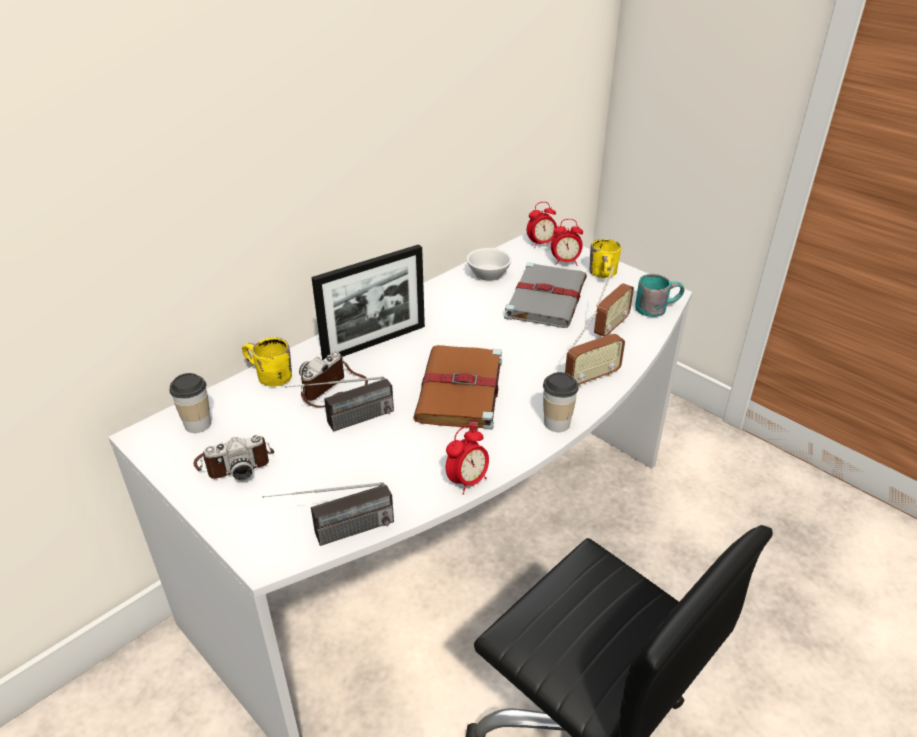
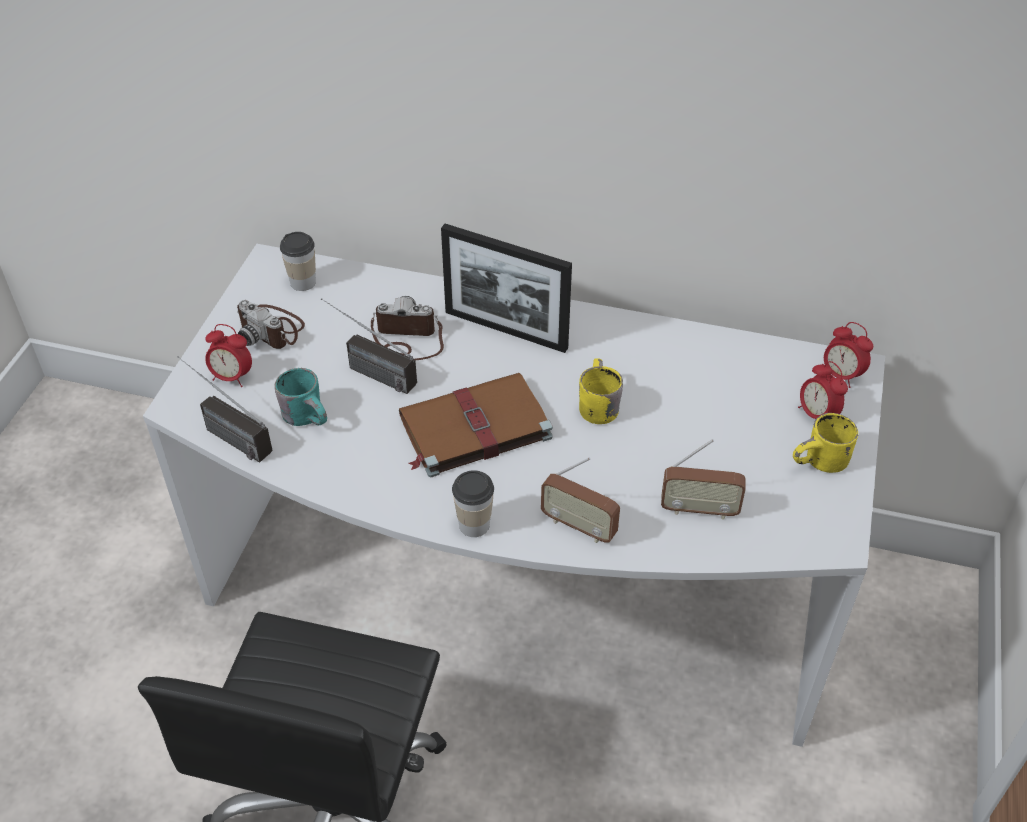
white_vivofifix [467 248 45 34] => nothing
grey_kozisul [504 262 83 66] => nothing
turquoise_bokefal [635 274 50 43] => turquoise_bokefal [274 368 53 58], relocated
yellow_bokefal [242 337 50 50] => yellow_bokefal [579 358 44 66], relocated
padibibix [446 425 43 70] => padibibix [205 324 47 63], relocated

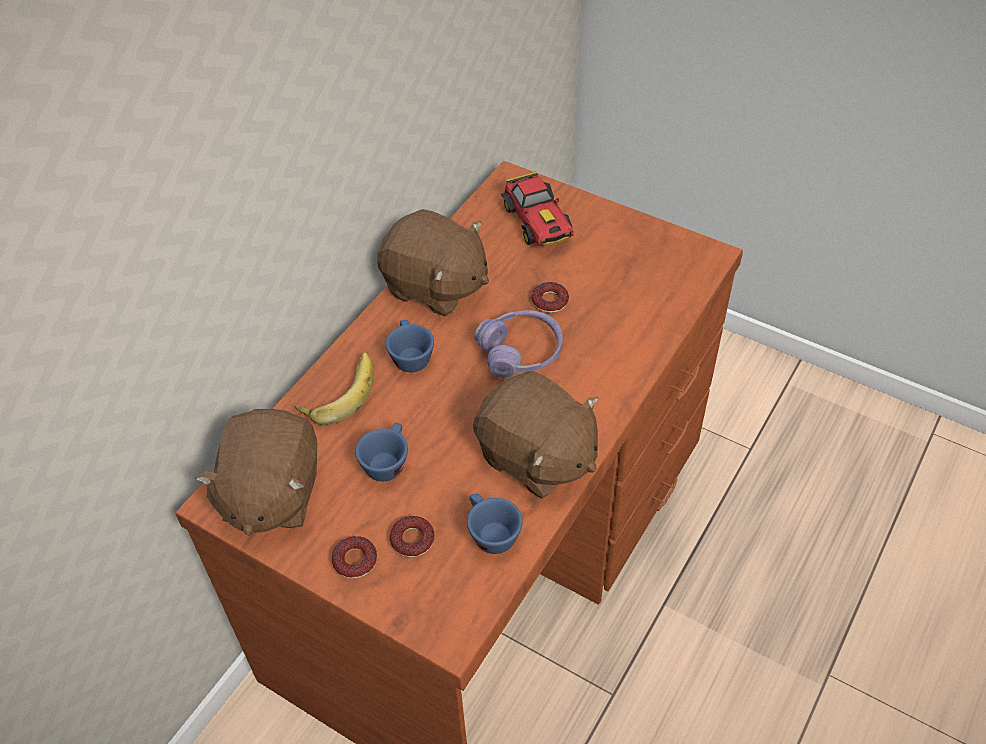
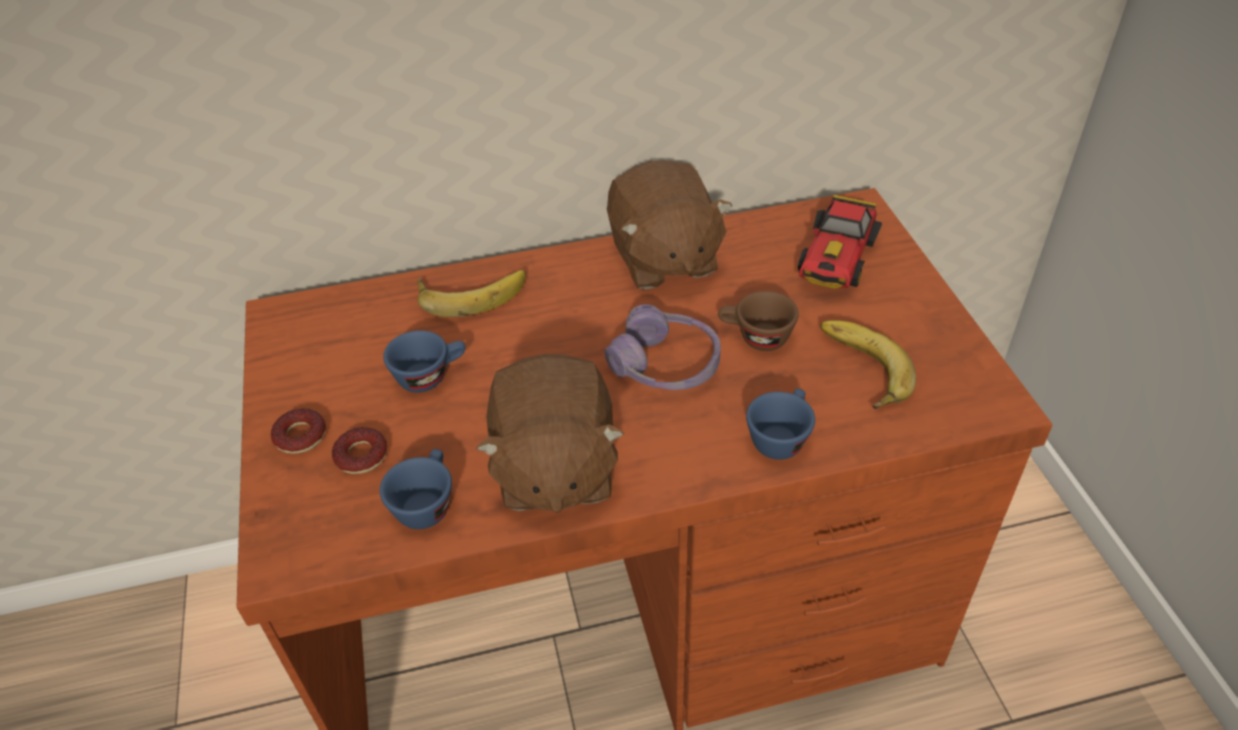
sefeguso [531 282 38 31] => brown_vivofifix [718 291 81 60]
blue_vivofifix [386 320 48 52] => blue_vivofifix [746 388 69 72], relocated
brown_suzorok [195 408 122 128] => nothing
nothing => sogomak [820 320 96 89]

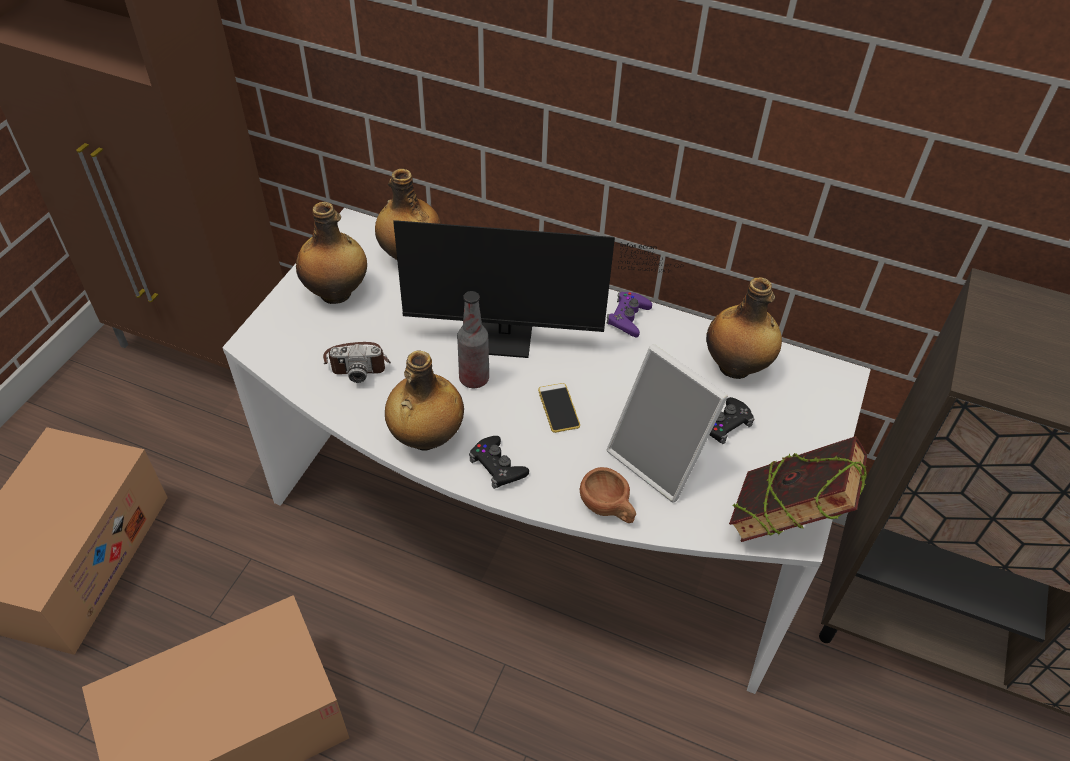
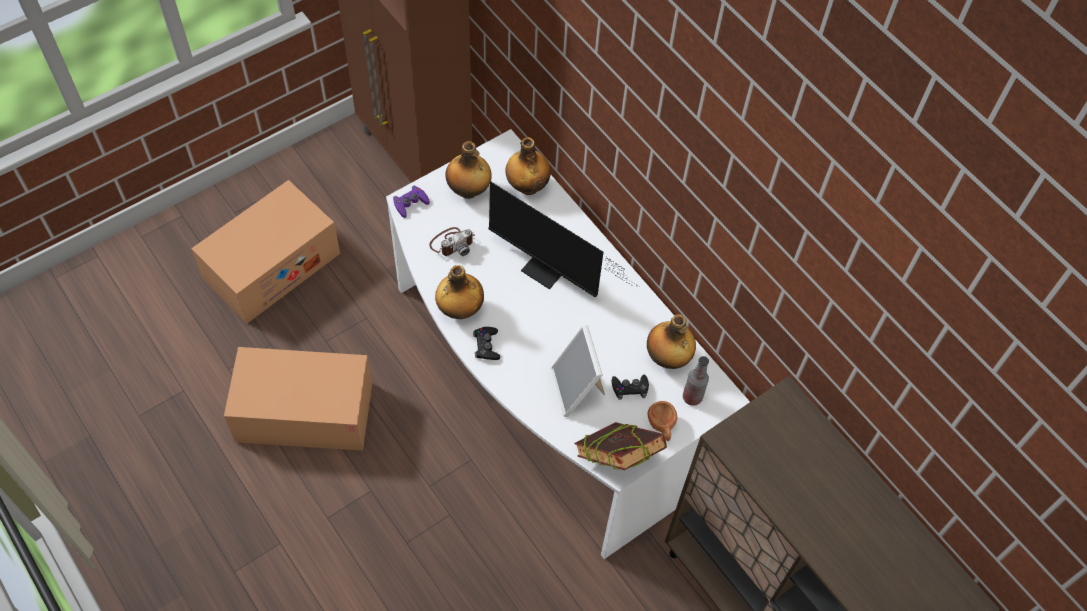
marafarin [457 291 32 97] => marafarin [683 356 26 50], relocated
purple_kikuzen [606 292 46 45] => purple_kikuzen [393 186 37 32], relocated
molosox [323 342 68 41] => molosox [429 227 46 29], 60 degrees counterclockwise
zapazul [538 383 42 50] => nothing
brown_vivofifix [580 467 56 56] => brown_vivofifix [648 401 29 40], relocated

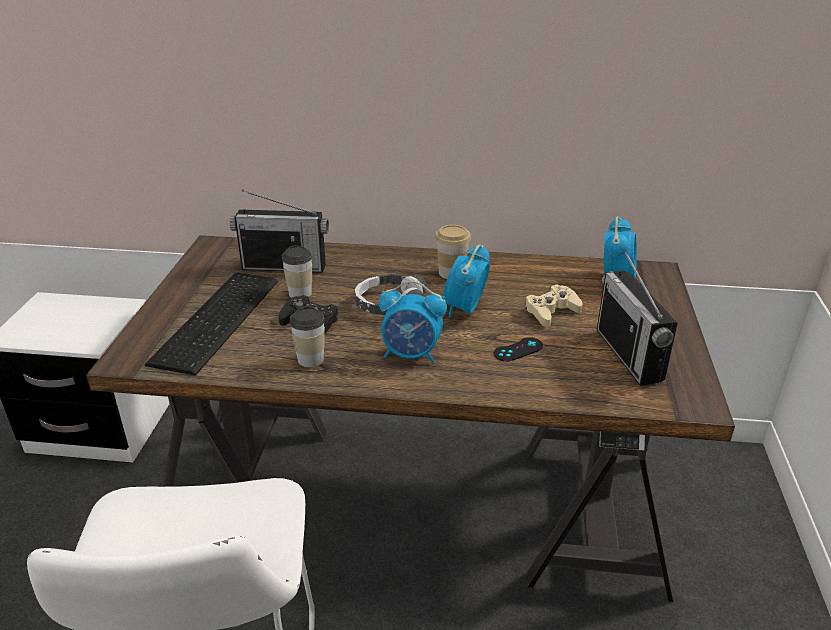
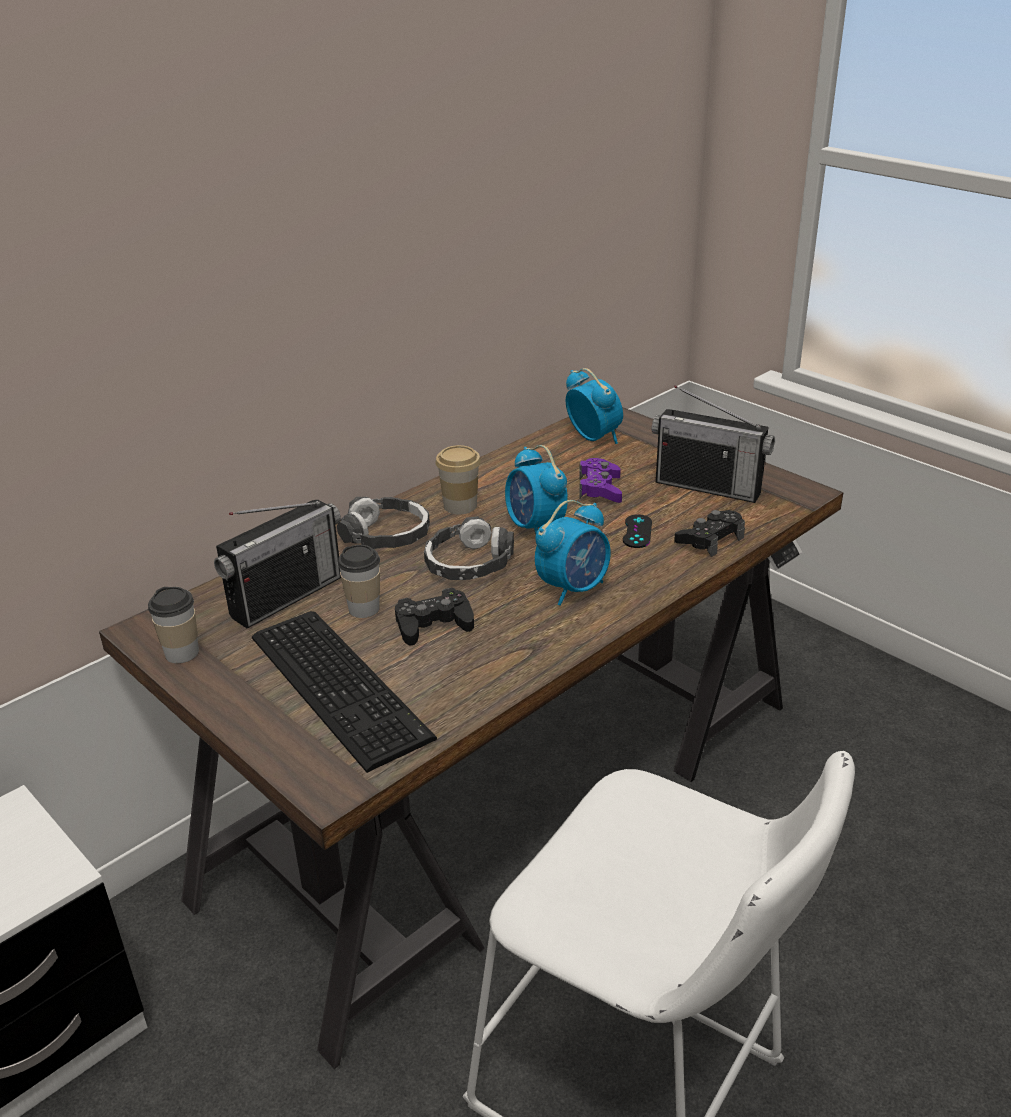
beige_kikuzen [524 285 58 42] => purple_kikuzen [579 458 43 45]
vivofifix [290 306 35 62] => vivofifix [148 587 51 76], relocated
nothing => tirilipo [337 497 93 52]
nothing => black_kikuzen [674 510 71 47]

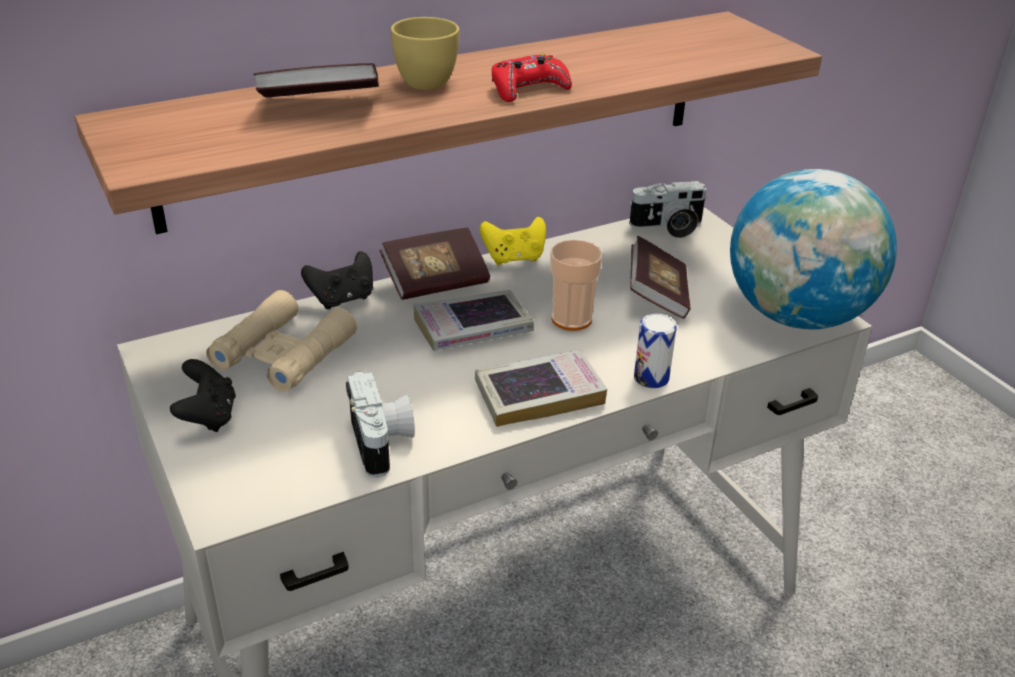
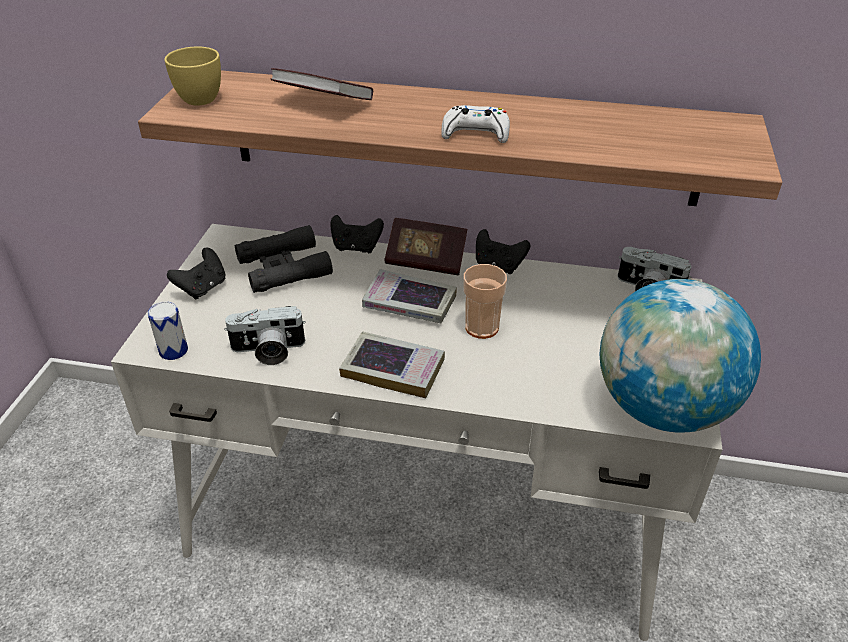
yellow_vivofifix [391 17 68 73] => yellow_vivofifix [164 47 57 59], relocated
red_kikuzen [492 54 80 48] => white_kikuzen [441 105 69 38]
yellow_kikuzen [480 217 66 48] => black_kikuzen [476 229 54 45]
kozisul [630 236 61 83] => nothing
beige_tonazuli [206 290 151 102] => black_tonazuli [235 225 98 68]
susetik [634 313 43 76] => susetik [147 302 41 58], relocated
molosox [346 372 69 106] => molosox [224 306 82 59], 60 degrees clockwise

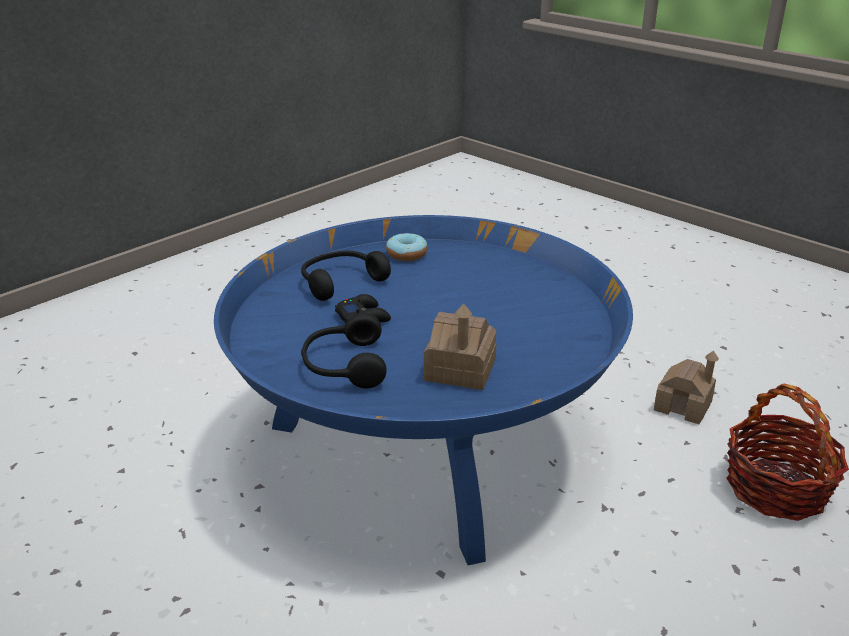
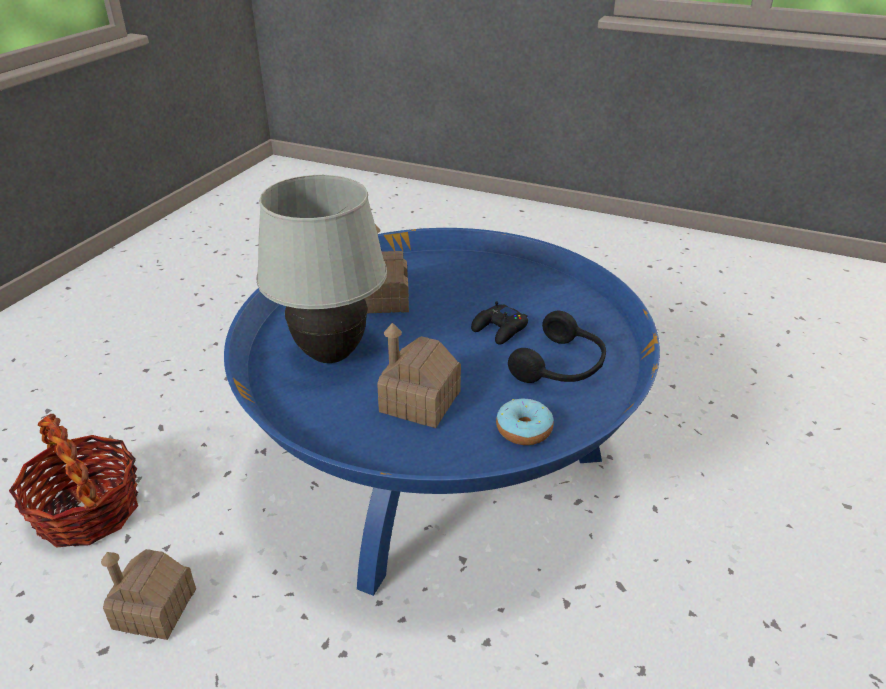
black_tirilipo [301 313 86 75] => nothing
nothing => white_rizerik [256 175 131 188]
nothing => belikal [377 323 84 105]

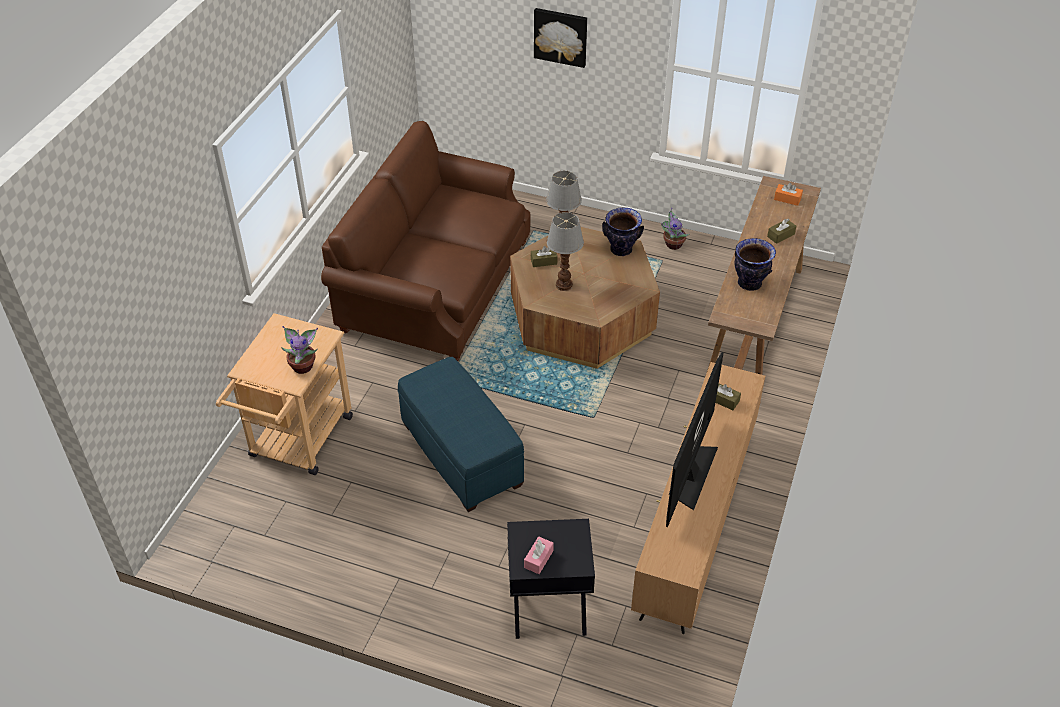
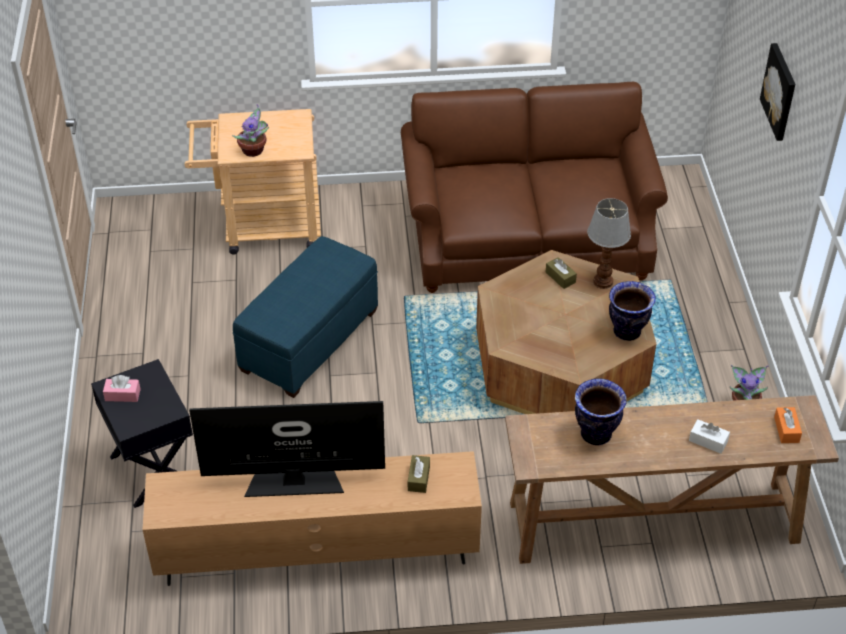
rizerik [547 212 37 79] => nothing
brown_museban [767 218 29 26] => white_museban [689 419 41 35]

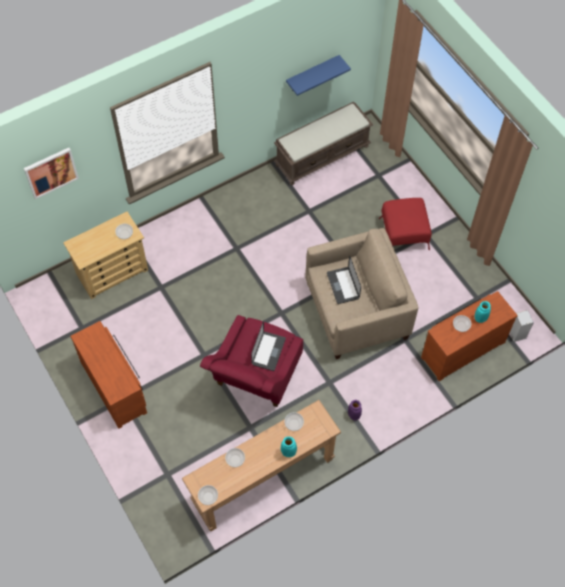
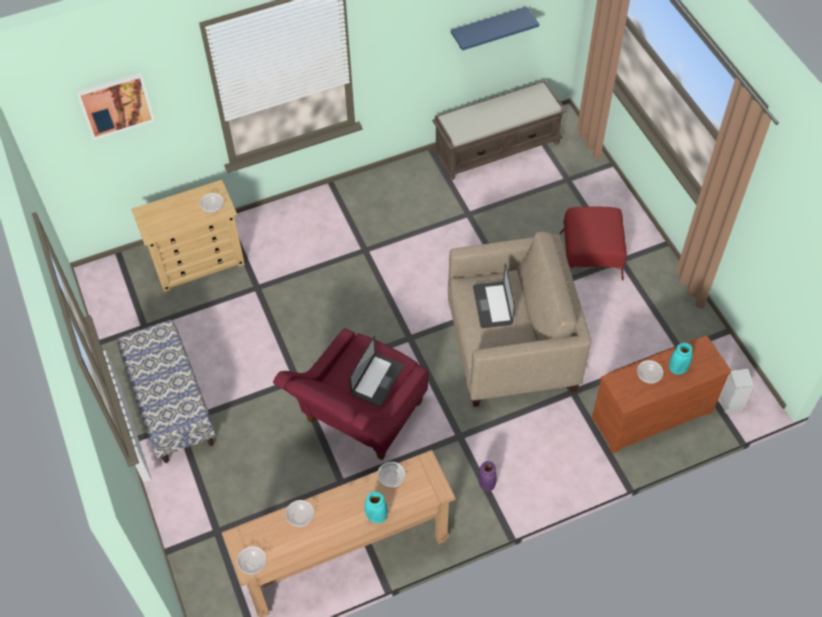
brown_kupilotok [70 321 77 108] => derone [117 320 99 143]

